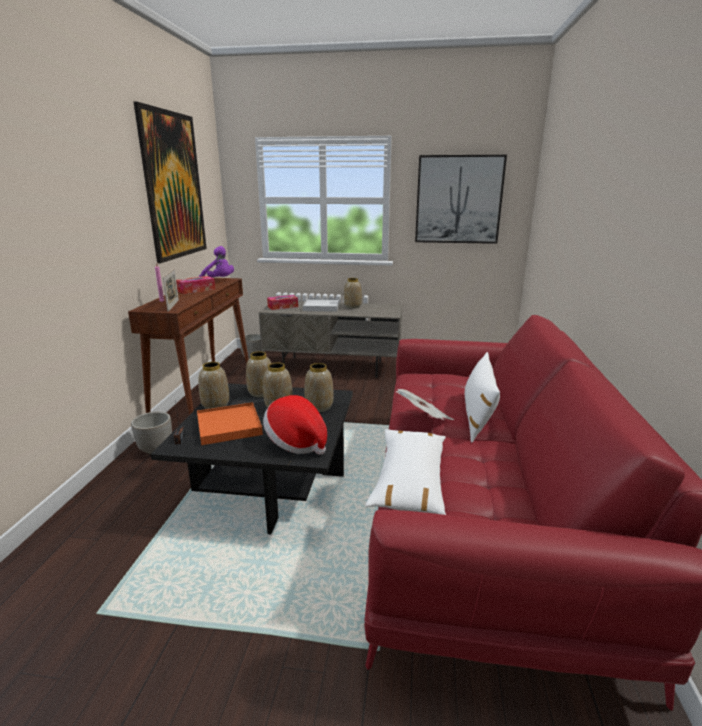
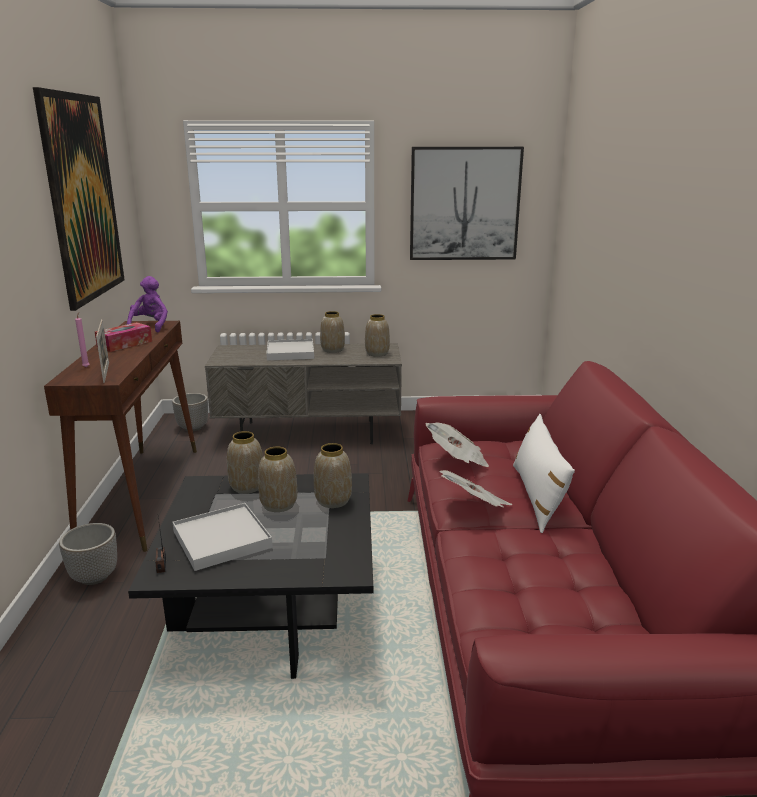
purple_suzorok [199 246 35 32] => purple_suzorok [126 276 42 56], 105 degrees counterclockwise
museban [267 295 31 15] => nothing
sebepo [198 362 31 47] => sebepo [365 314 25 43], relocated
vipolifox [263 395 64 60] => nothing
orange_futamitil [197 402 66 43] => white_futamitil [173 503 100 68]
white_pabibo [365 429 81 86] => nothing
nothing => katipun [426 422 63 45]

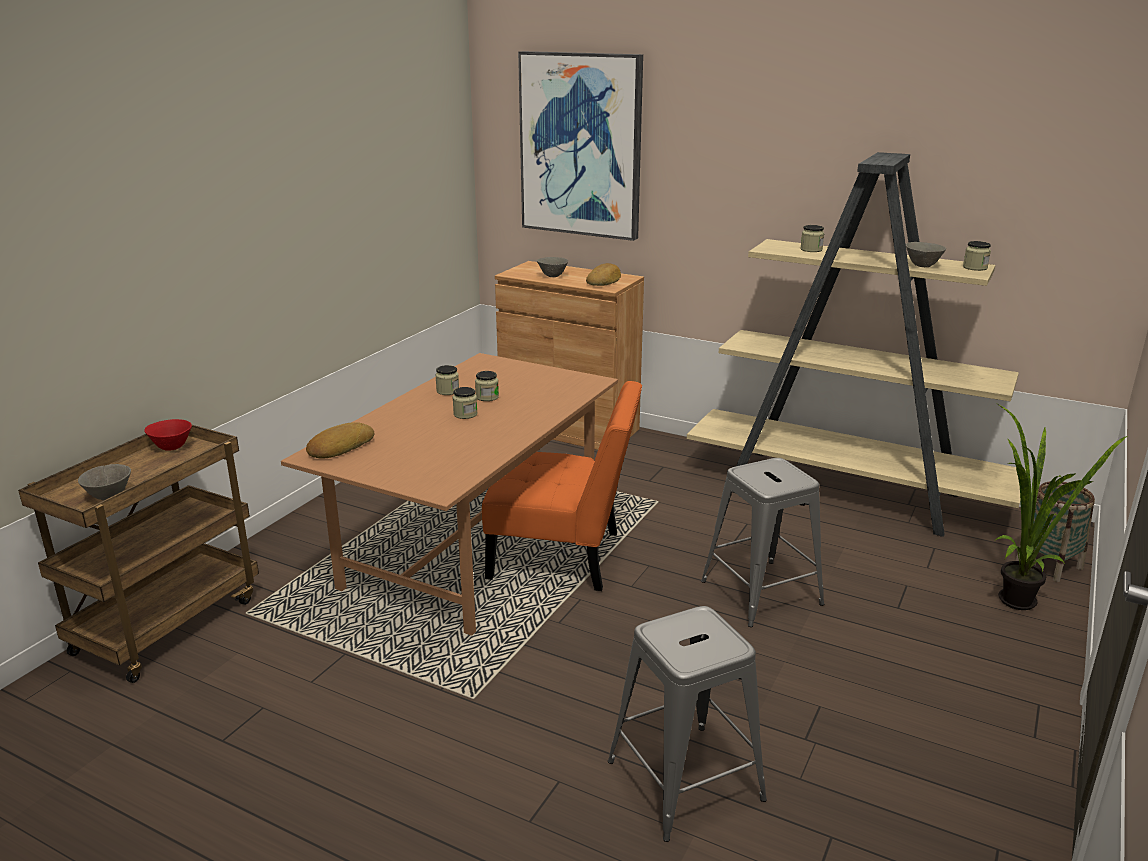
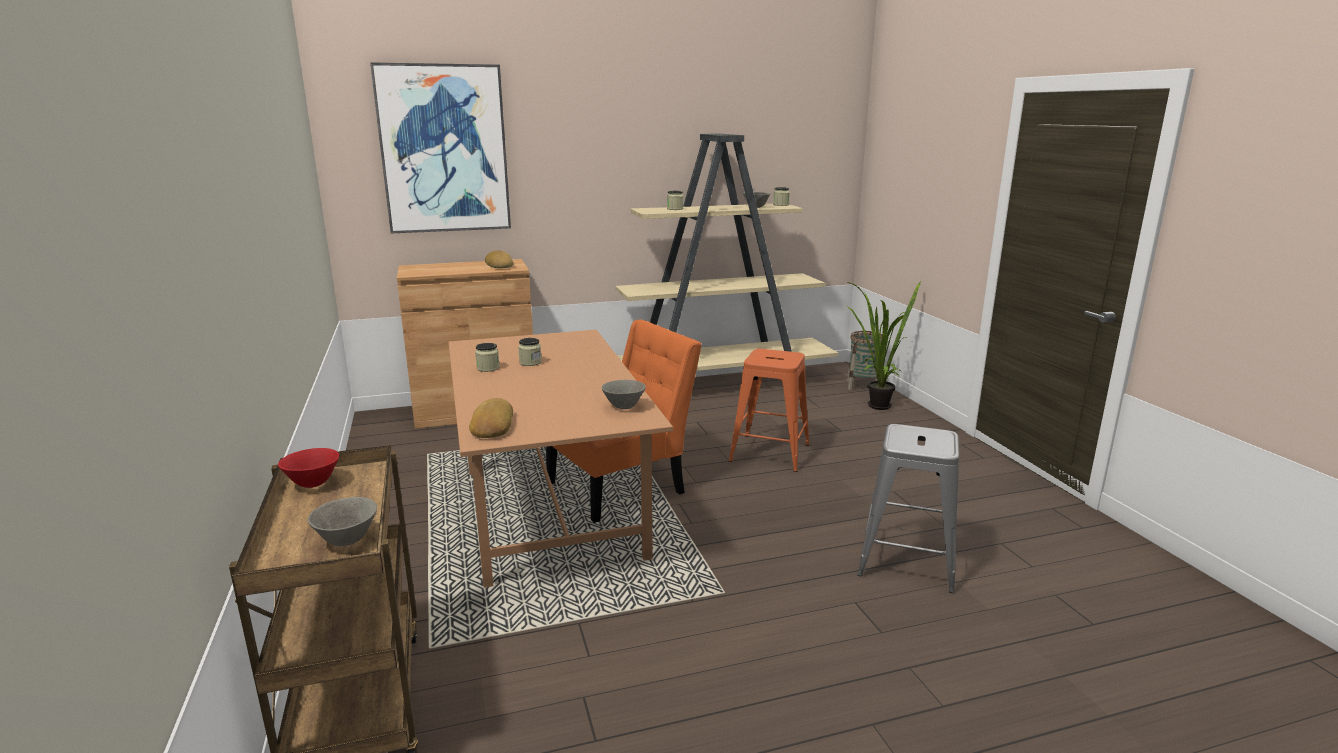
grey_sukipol [537 257 32 20] => grey_sukipol [602 380 44 29], relocated
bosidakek [453 387 25 32] => nothing
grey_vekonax [701 458 123 169] => orange_vekonax [729 349 80 123]

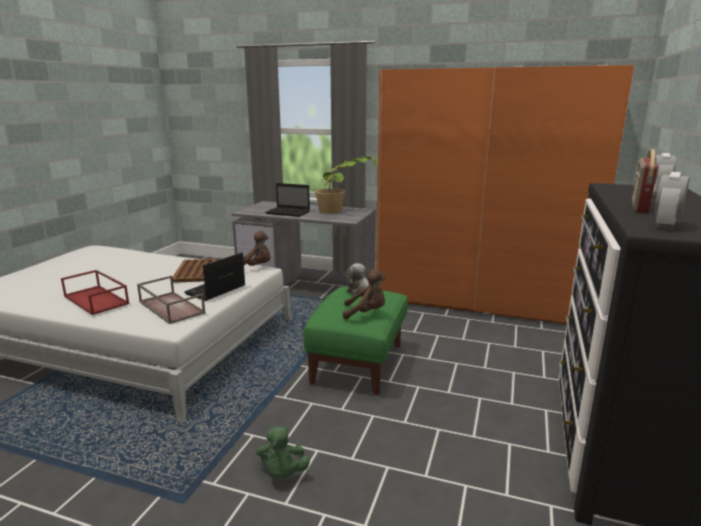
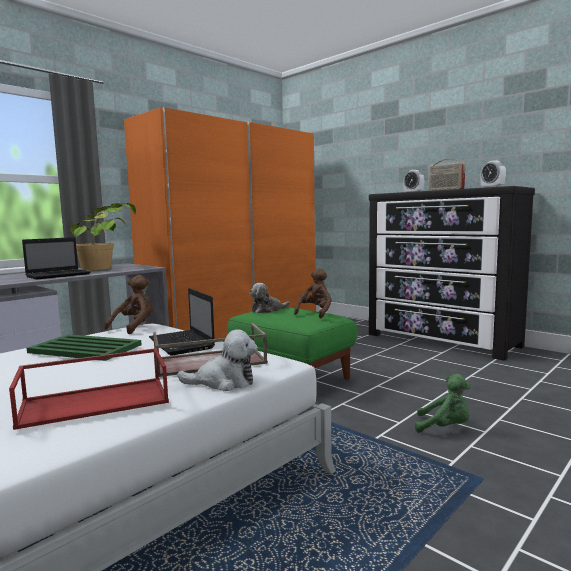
brown_futamitil [172 259 45 24] => green_futamitil [27 334 115 27]
nothing => suzorok [177 329 81 62]

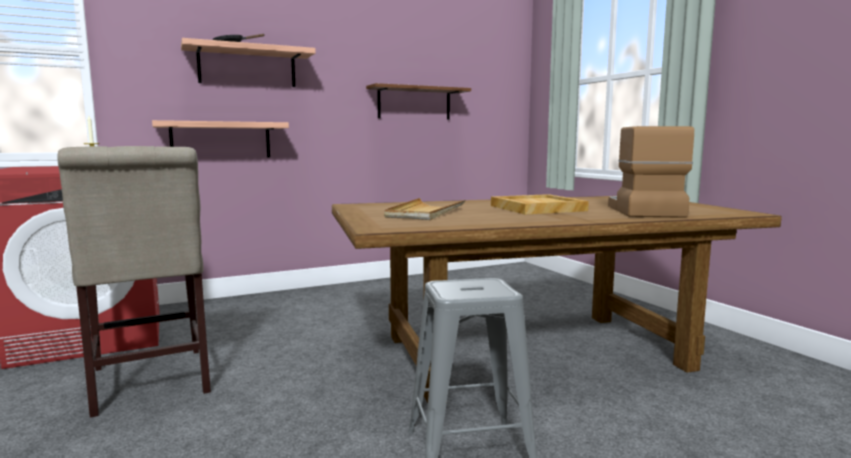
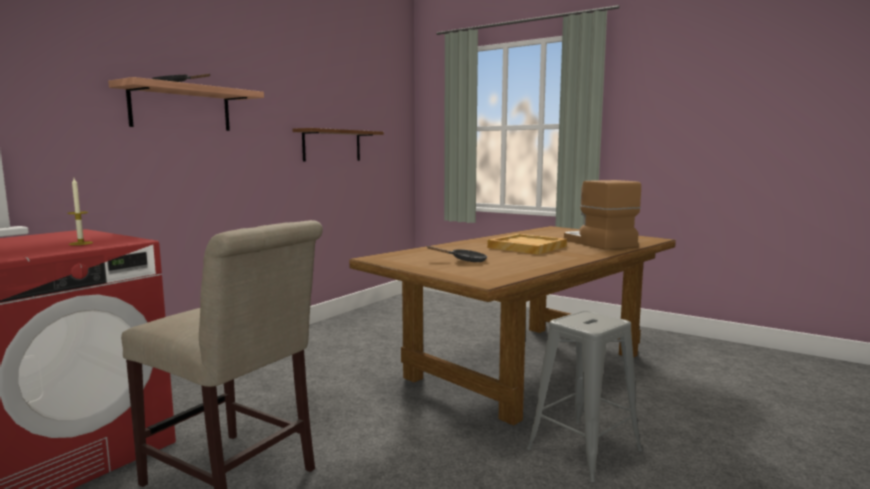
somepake [152 120 137 38] => nothing
beige_futamitil [384 198 81 22] => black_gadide [428 246 59 16]

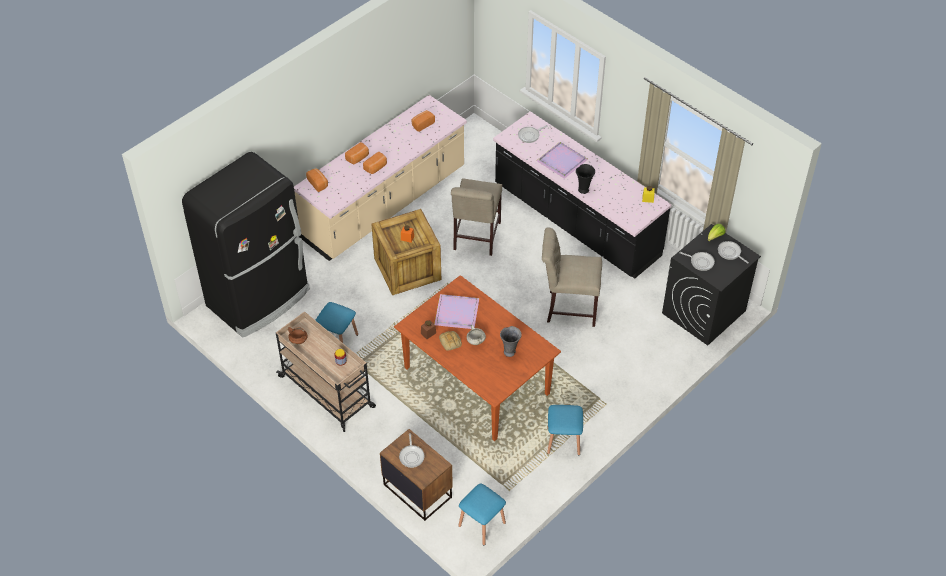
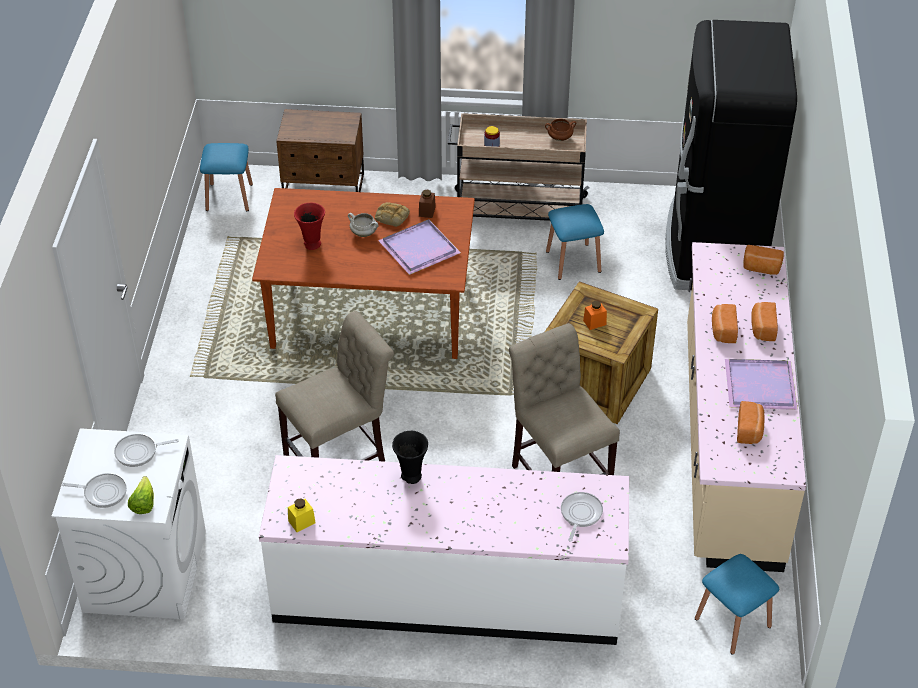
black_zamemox [493 111 179 167] => white_zamemox [259 455 370 190]
purple_futamitil [536 142 52 37] => purple_futamitil [725 359 73 51], relocated
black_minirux [662 224 99 121] => white_minirux [52 428 154 191]
grey_sebepo [500 326 22 31] => red_sebepo [294 203 31 47]
blue_vekonax [547 405 36 50] => blue_vekonax [695 554 84 101], relocated
gadide [399 433 26 35] => nothing

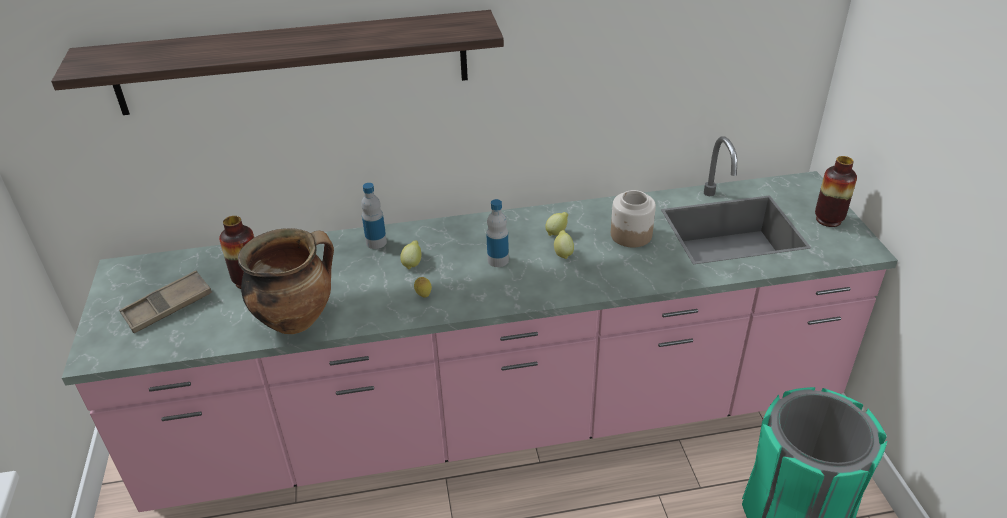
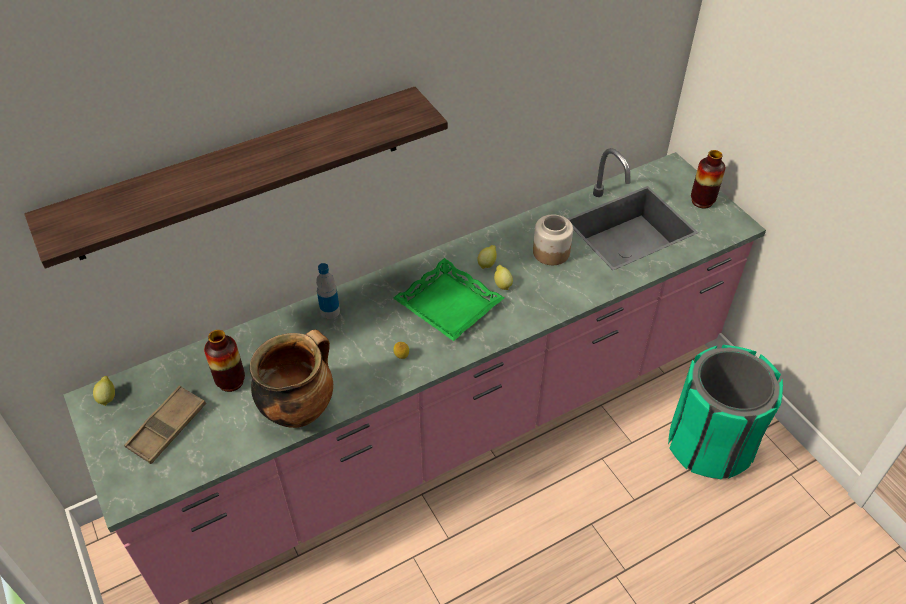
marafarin [486 199 23 68] => green_futamitil [393 258 111 83]
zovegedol [400 240 21 29] => zovegedol [93 376 22 30], relocated

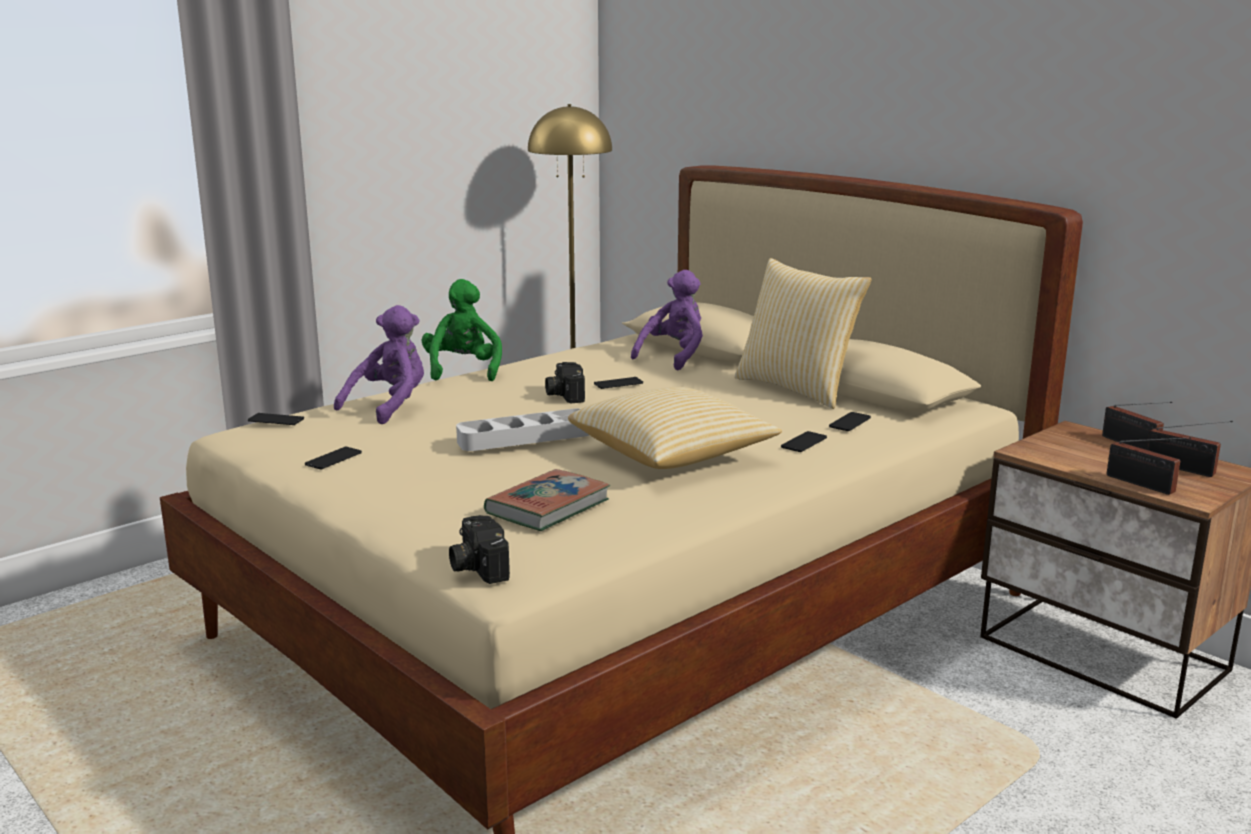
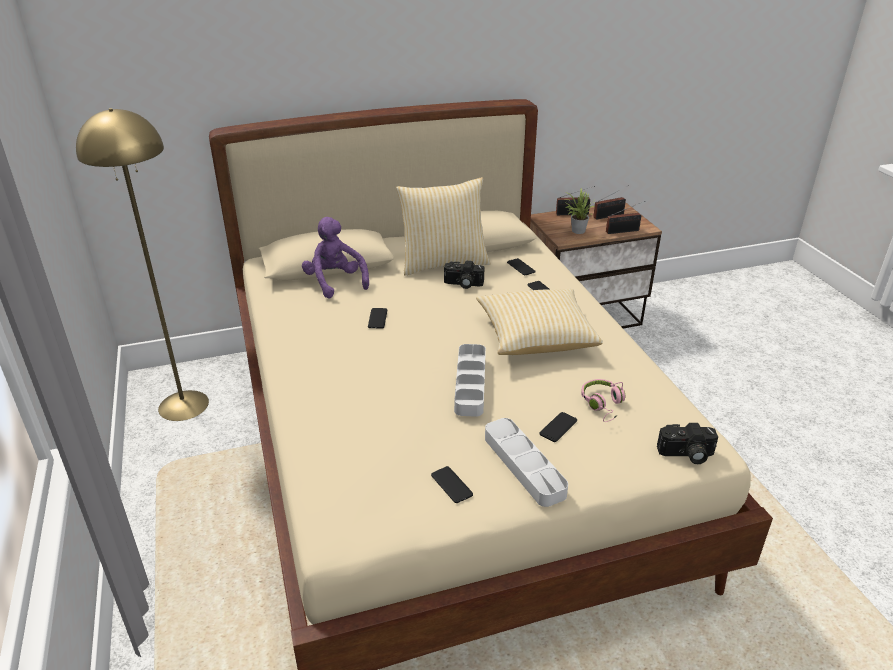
green_suzorok [422 279 80 102] => nothing
purple_suzorok [334 305 90 119] => nothing
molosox [545 362 40 41] => molosox [444 261 41 28], relocated
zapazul [248 413 56 12] => zapazul [539 412 38 30], relocated
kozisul [484 469 126 62] => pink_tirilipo [581 379 45 43]
nothing => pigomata [565 189 31 45]
nothing => grey_futamitil [485 418 83 89]

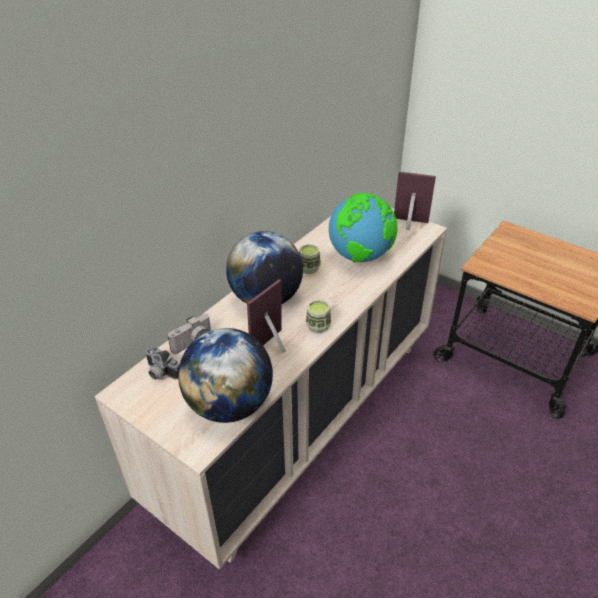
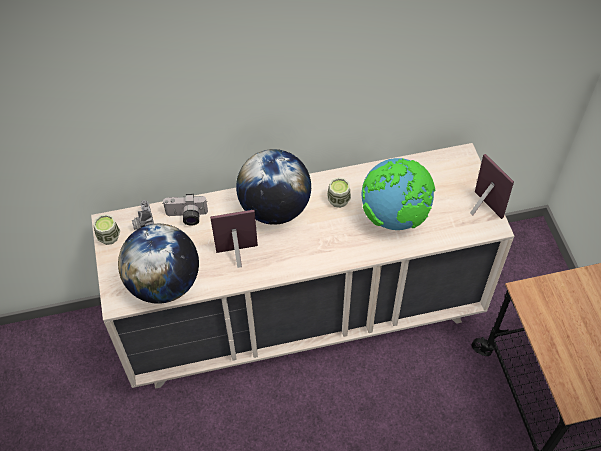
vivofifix [306 300 25 33] => vivofifix [93 214 27 31], relocated

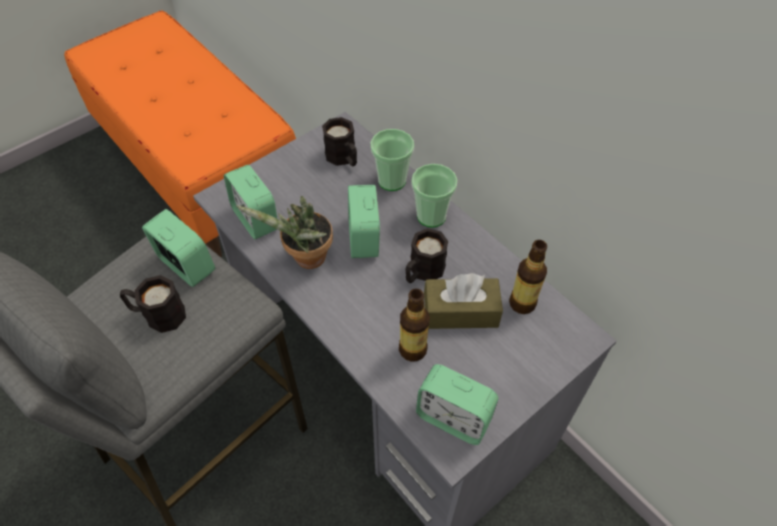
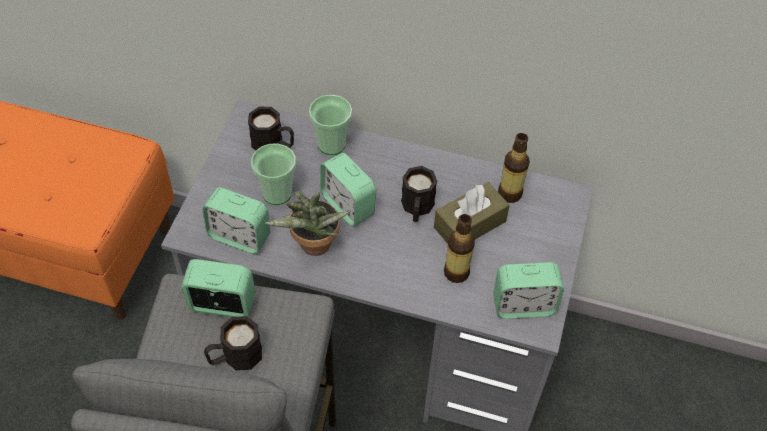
vivofifix [411 164 46 64] => vivofifix [251 144 45 61], relocated

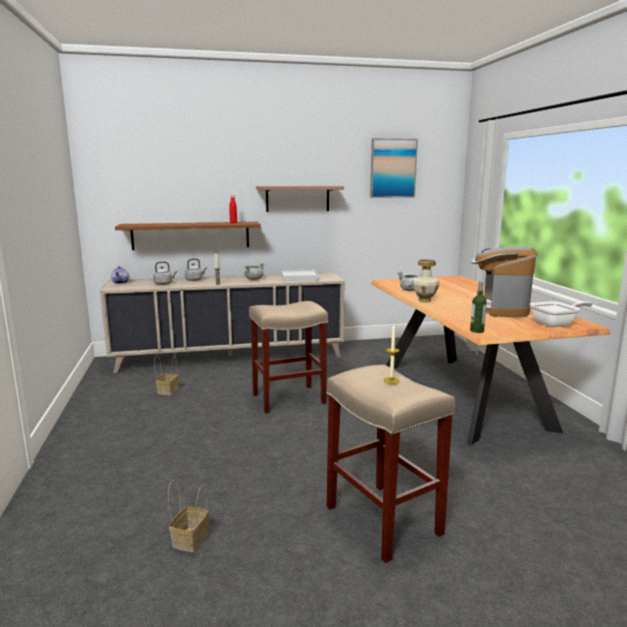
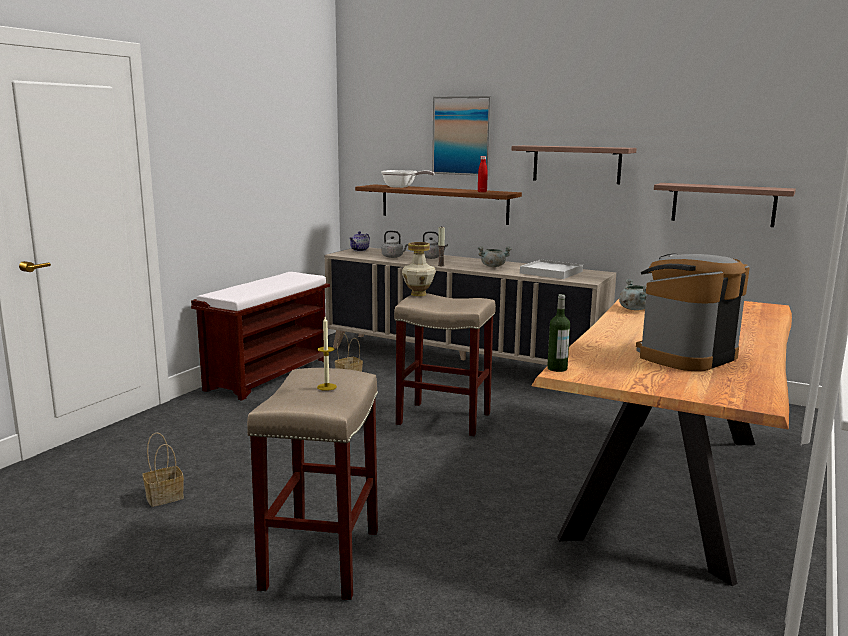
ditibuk [370 138 48 60] => ditibuk [432 96 60 80], relocated
sebepo [412 259 28 43] => sebepo [402 242 34 54], relocated
gadide [530 301 62 26] => gadide [381 170 54 18], relocated
nothing => somepake [654 183 142 44]
nothing => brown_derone [191 272 139 129]

